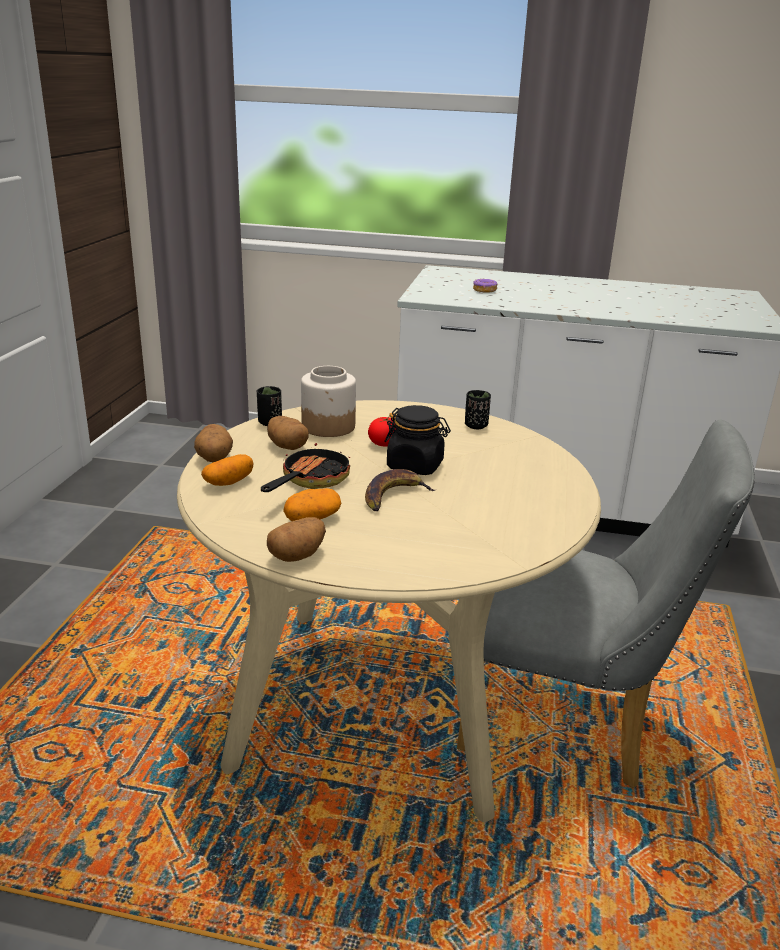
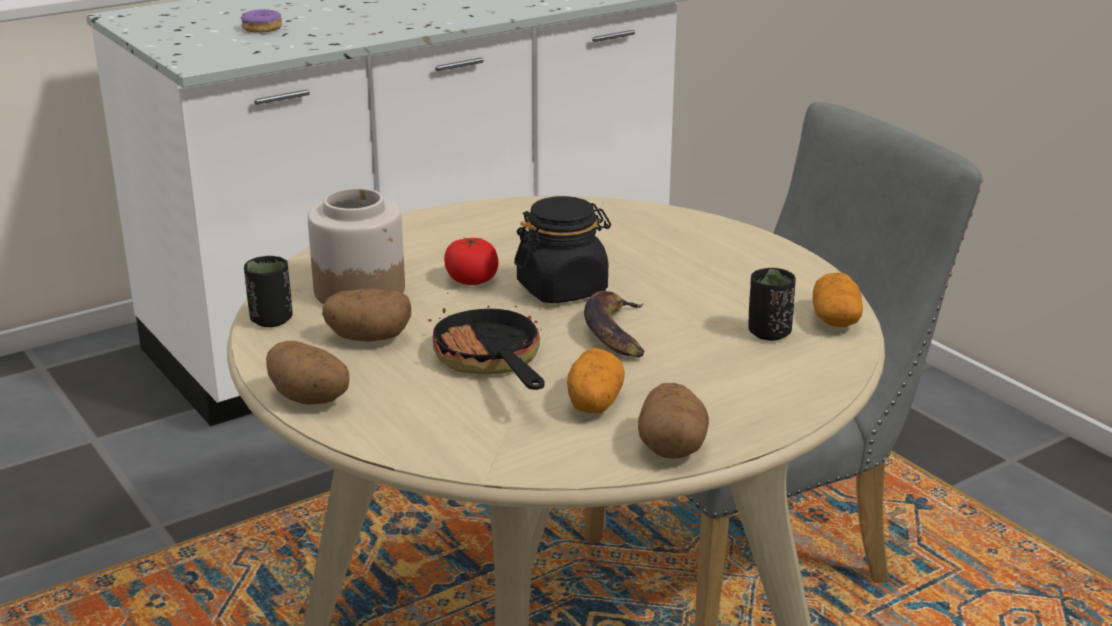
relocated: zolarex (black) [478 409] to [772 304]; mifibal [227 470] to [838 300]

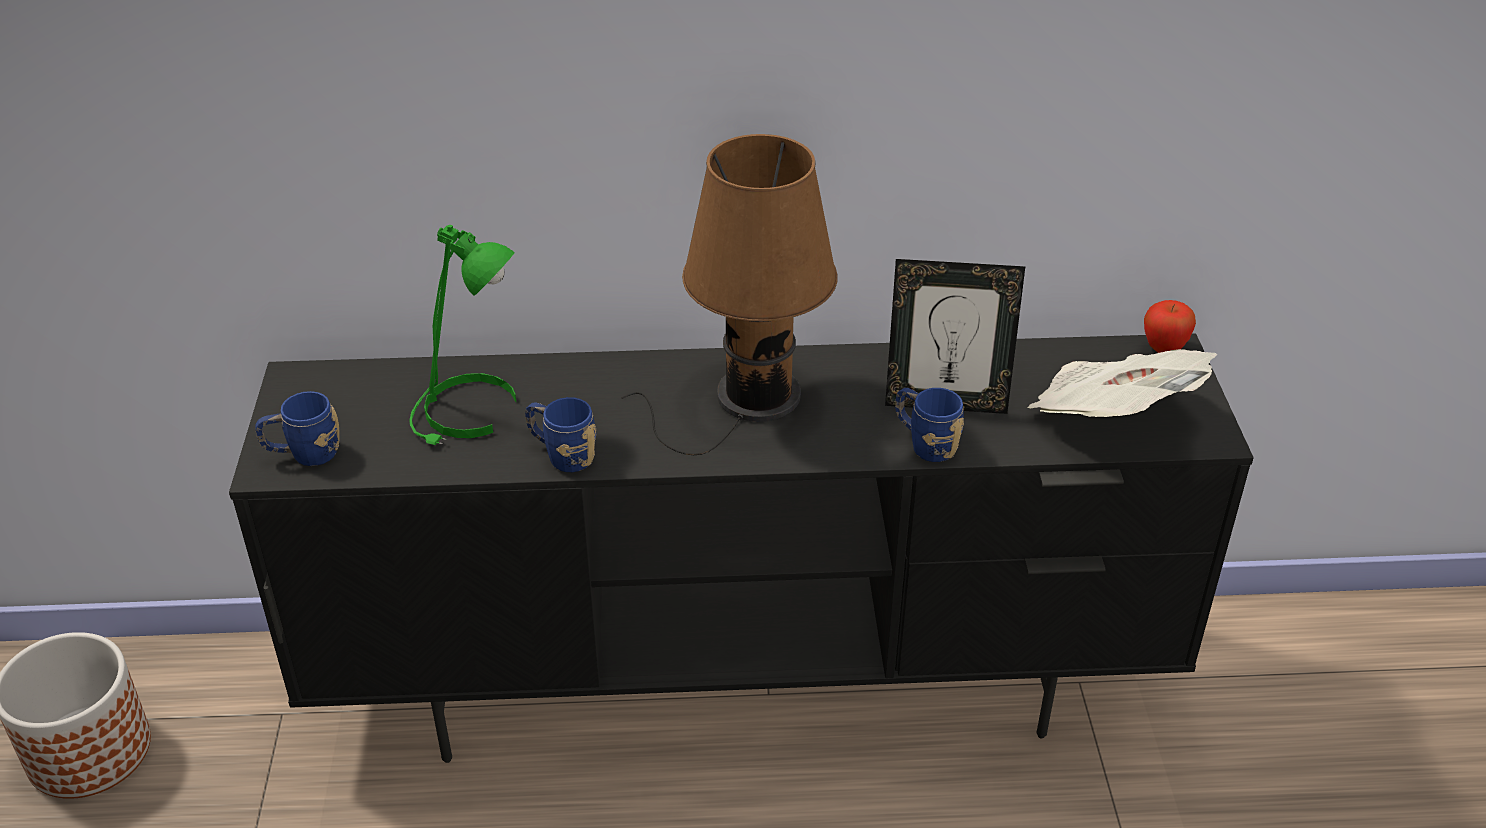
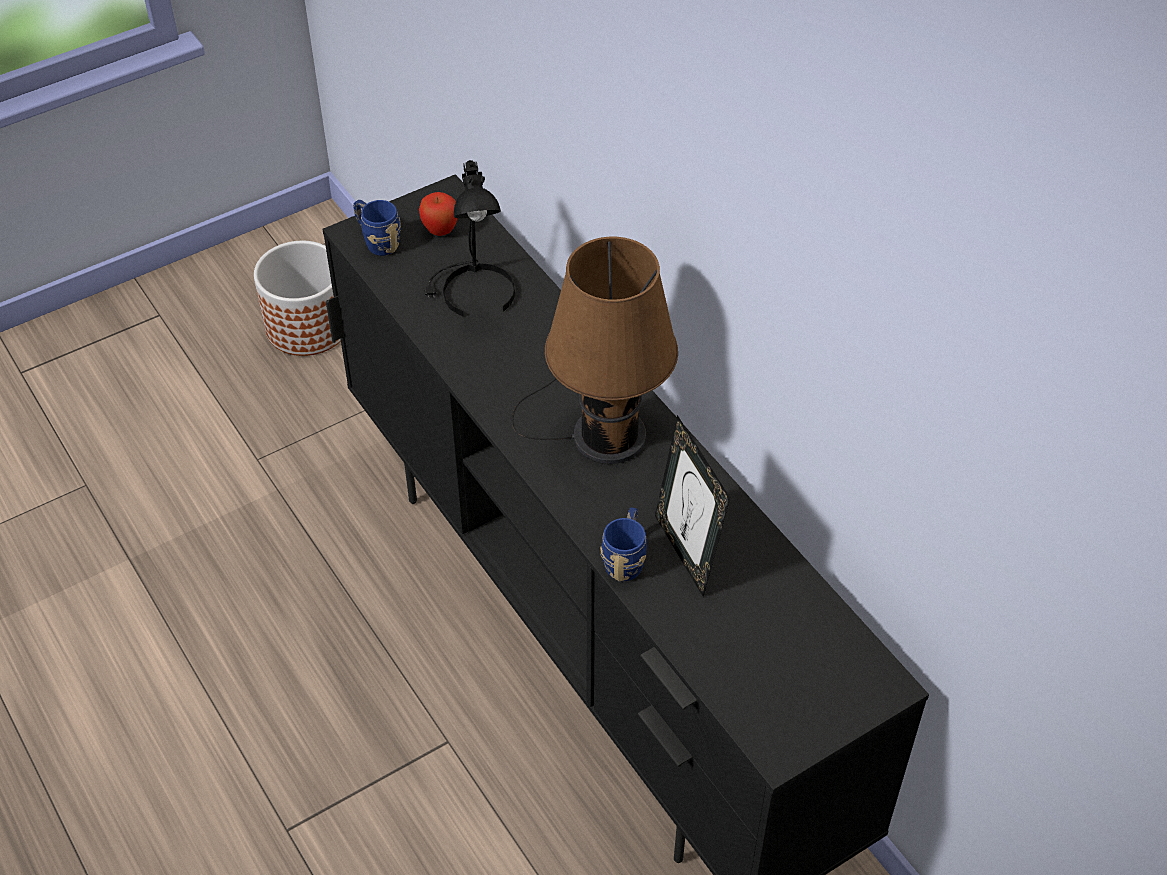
missing: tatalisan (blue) [560 434]; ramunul [1122 383]
relocated: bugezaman [1170 326] to [438 214]
colour: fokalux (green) [462 335] to fokalux (black) [469 238]

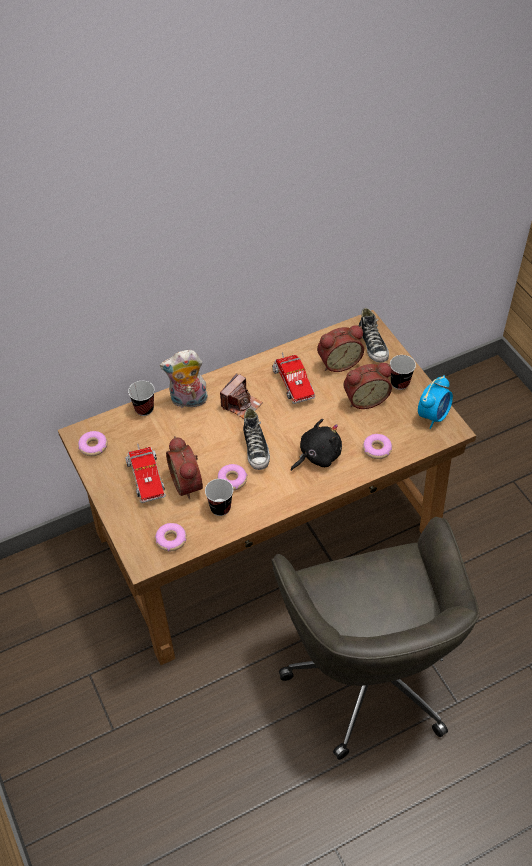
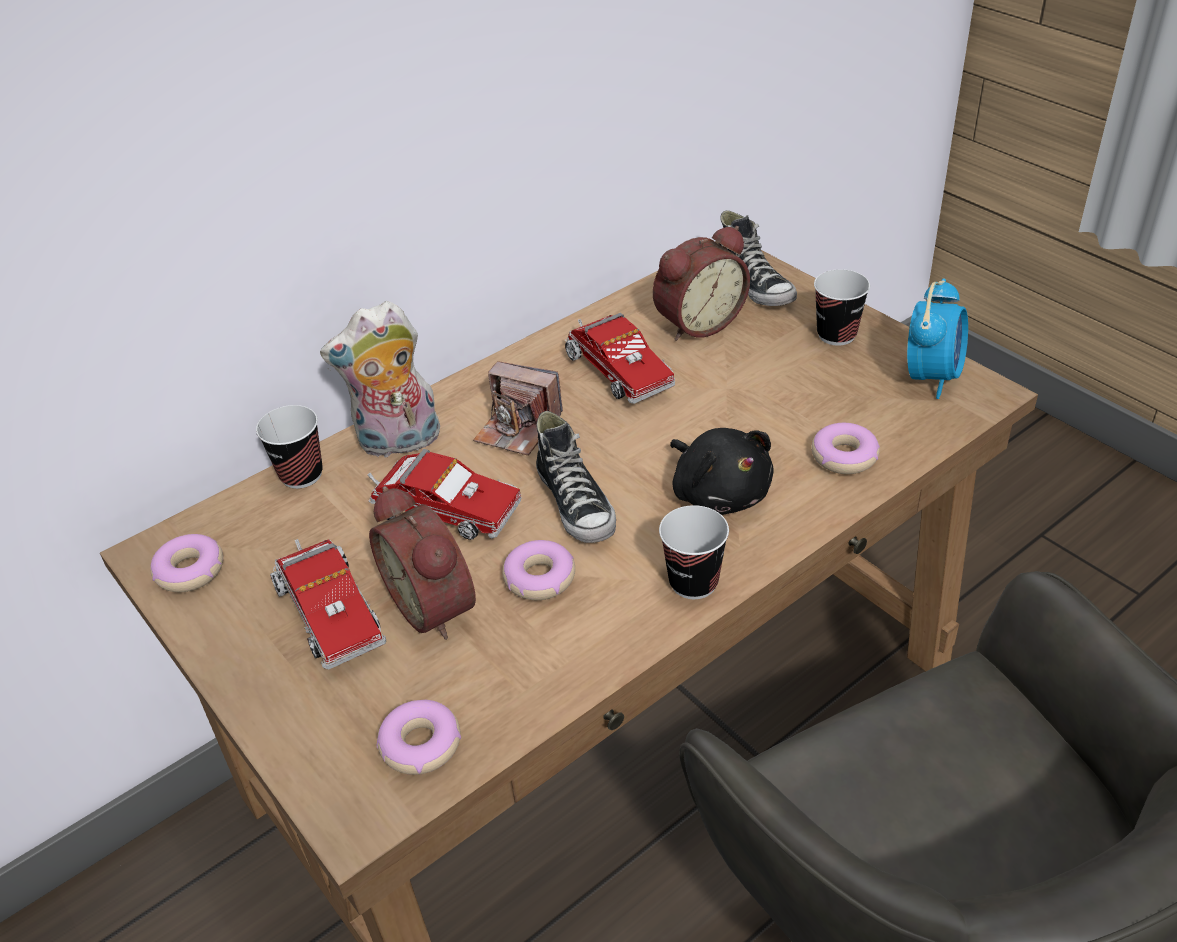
missing: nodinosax [367 386]
appeared: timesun [444 494]
relocated: zolarex [219 497] to [694 552]
spun: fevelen [241 396] = [518 408] 90 degrees clockwise; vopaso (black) [316 445] = [722 471] 105 degrees clockwise

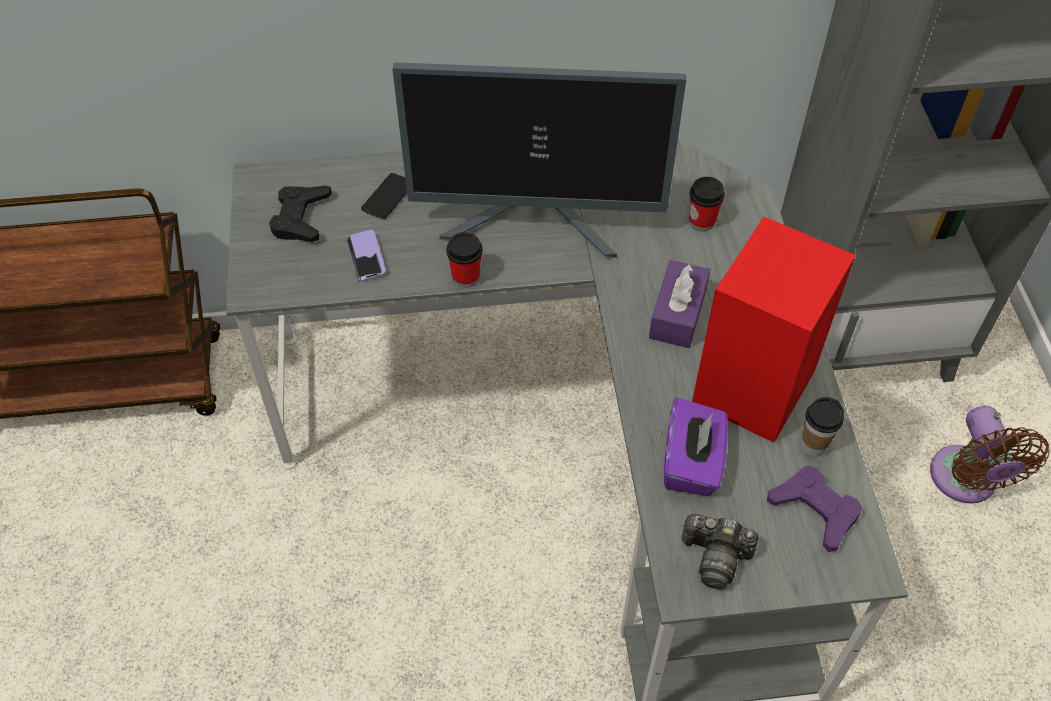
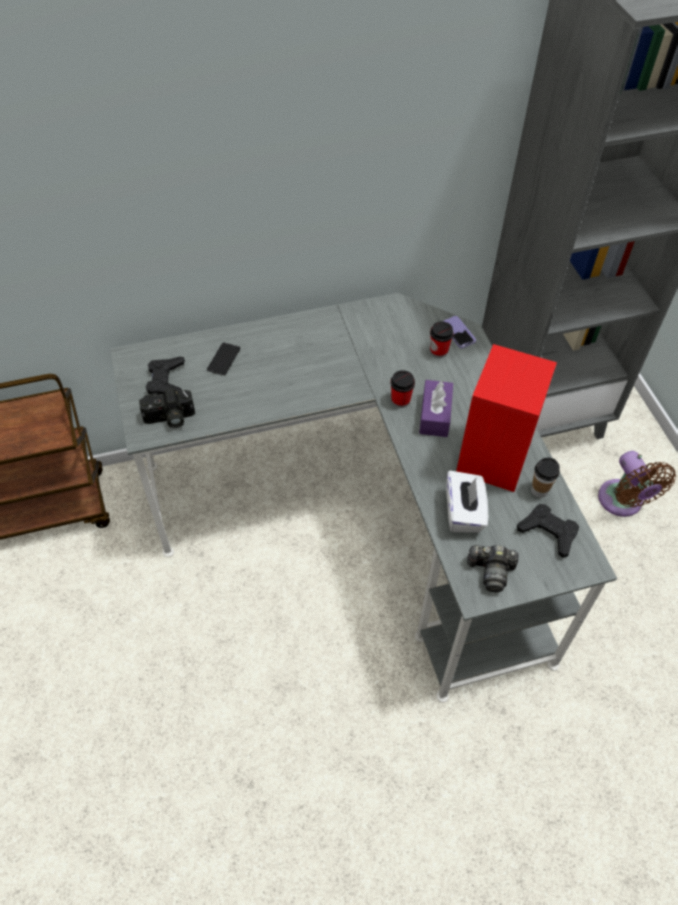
missing: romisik [539 159]
appeared: fevelen [167 408]
relocated: zolarex [464 260] to [402 389]; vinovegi [366 256] to [459 332]
colour: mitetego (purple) [696 447] to mitetego (white) [467 502]; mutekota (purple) [814 509] to mutekota (black) [548 531]

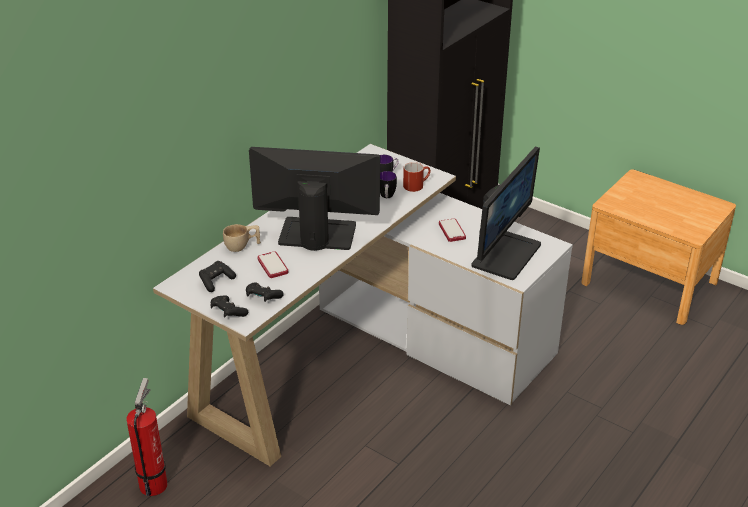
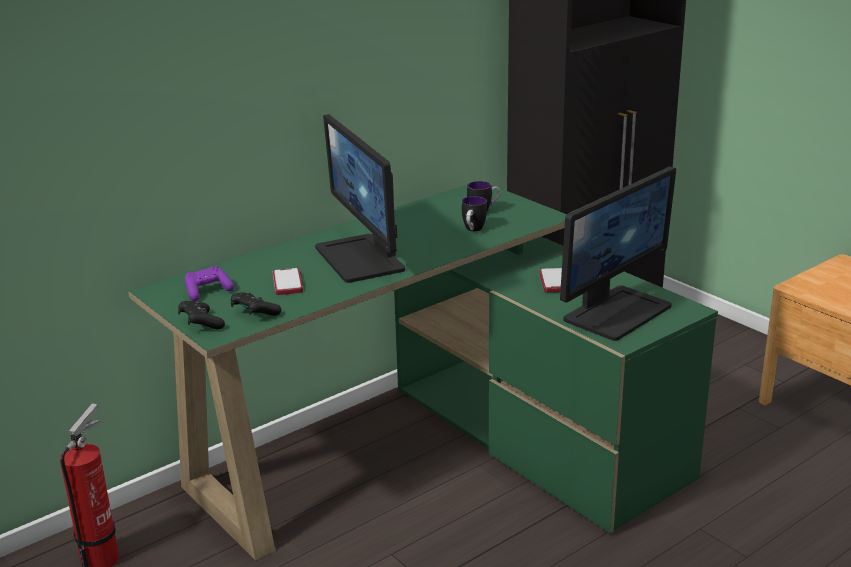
missing: zolarex (beige) [242 238]; tatalisan (red) [417 177]
colour: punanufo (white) [363 305] to punanufo (green) [423 372]; mutekota (black) [217 276] to mutekota (purple) [209 283]
spun: romisik [314 199] = [360 198] 135 degrees counterclockwise

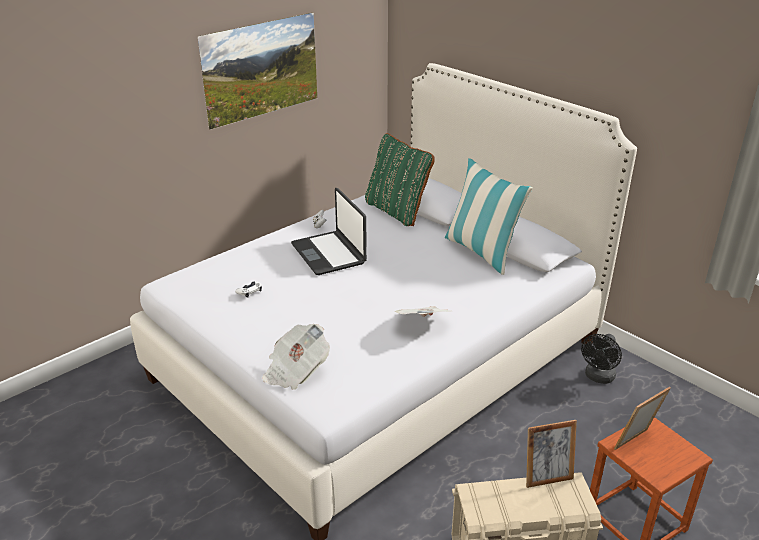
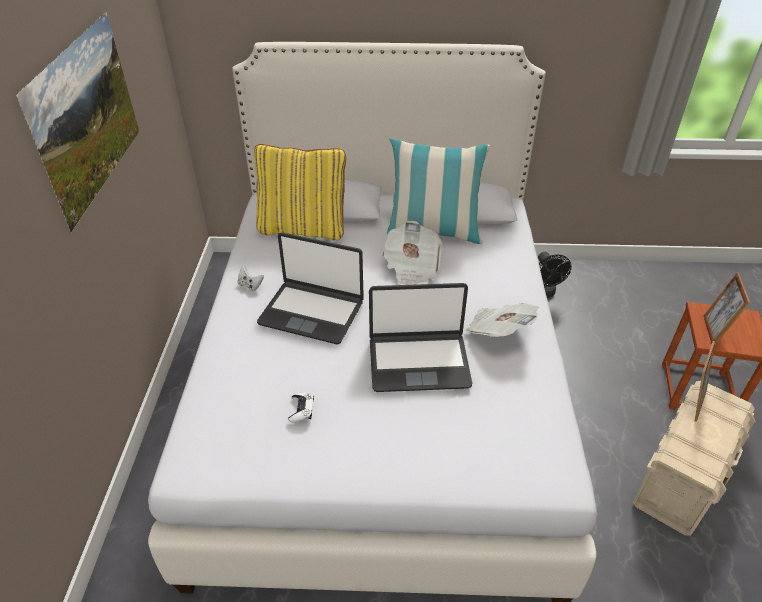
appeared: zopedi [420 337]
relocated: ramunul [296 357] to [412 253]
colour: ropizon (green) [399 179] to ropizon (yellow) [300 192]

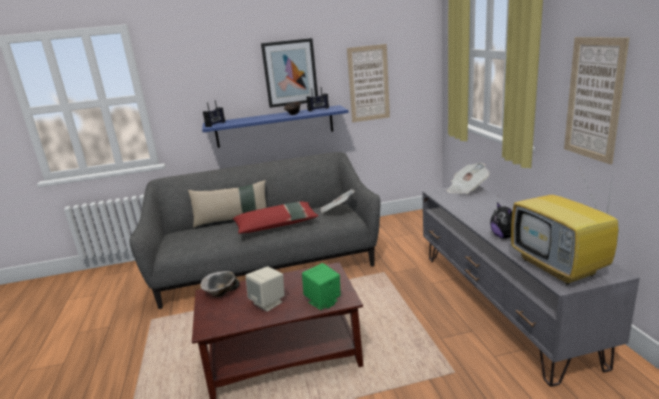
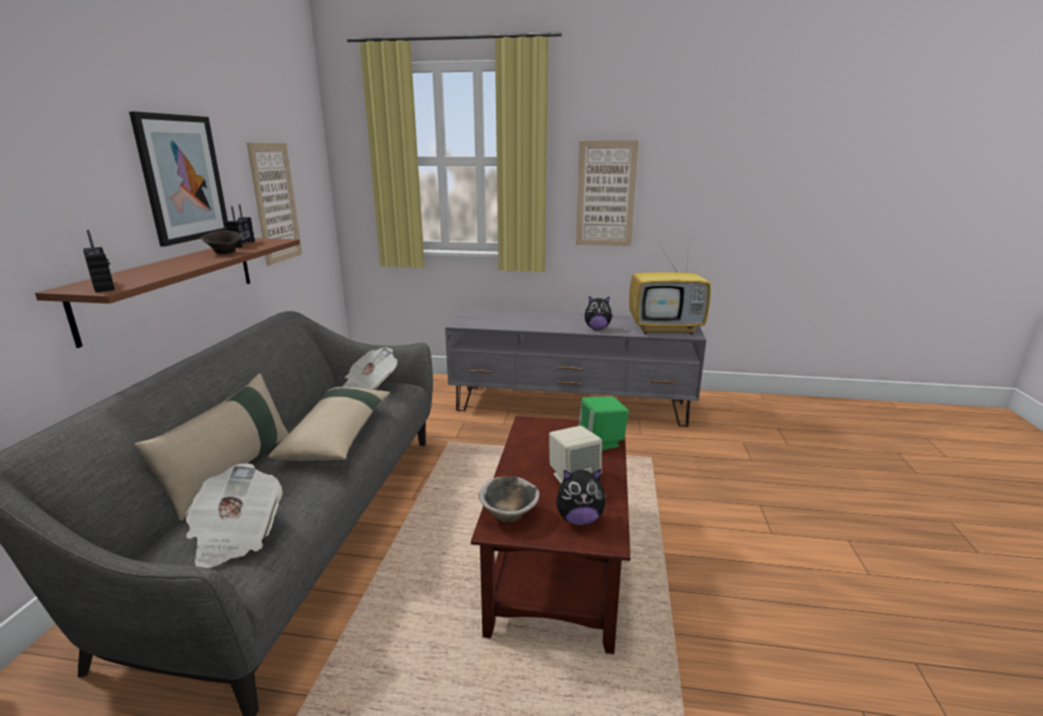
appeared: vopaso [581 497]
relocated: ramunul [468 178] to [234 515]
colour: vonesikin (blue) [275 126] to vonesikin (brown) [167 293]; ropizon (red) [276 218] to ropizon (beige) [329 424]

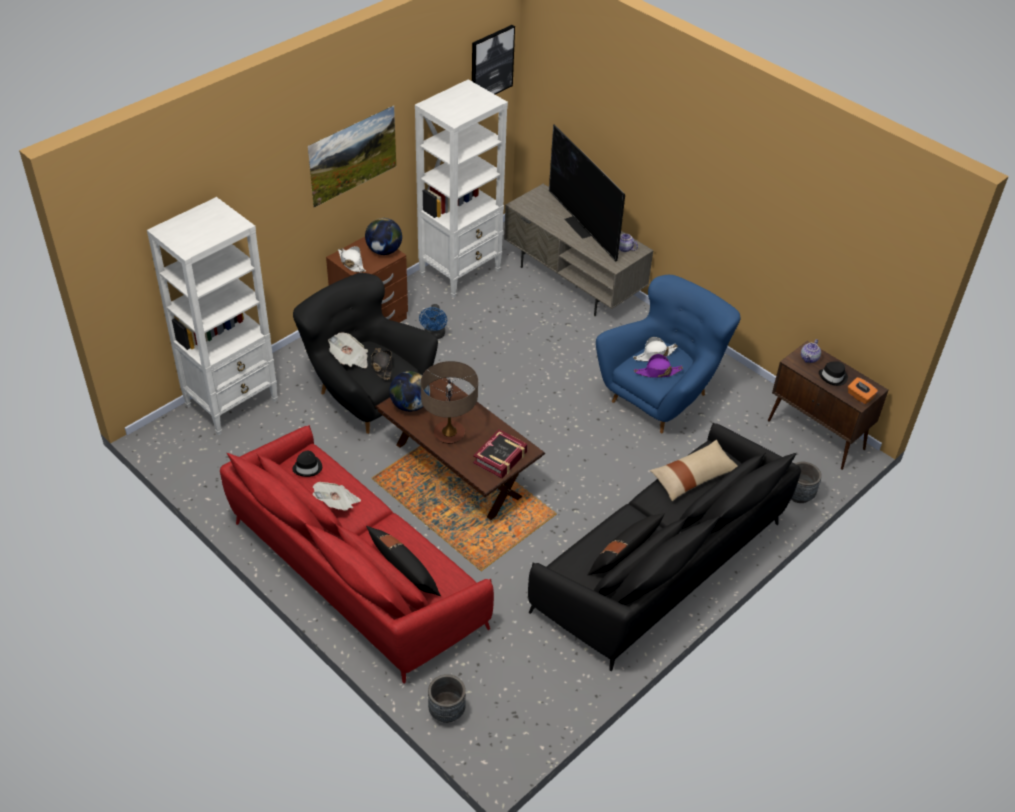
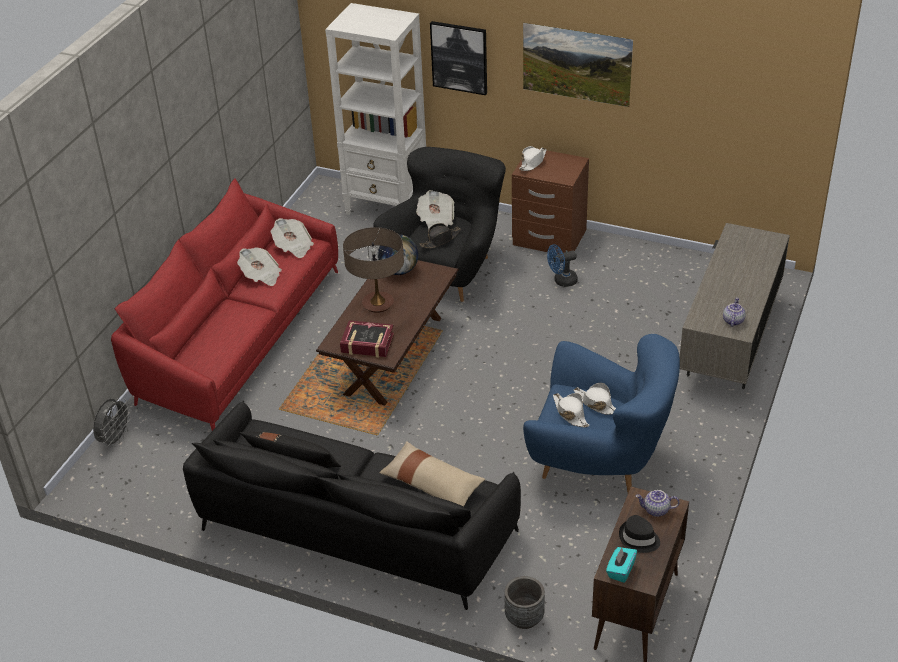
missing: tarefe [383 236]; ropizon (black) [403 561]; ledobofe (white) [461 188]; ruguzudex [587 192]
relocated: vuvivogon [493 59] to [458 58]
exchanged: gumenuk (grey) [447 698] to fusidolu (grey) [112 423]; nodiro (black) [307 464] to ramunul [292 238]
colour: nodiro (purple) [658 366] to nodiro (white) [571 410]; mitetego (orange) [863 391] to mitetego (turquoise) [621 565]

